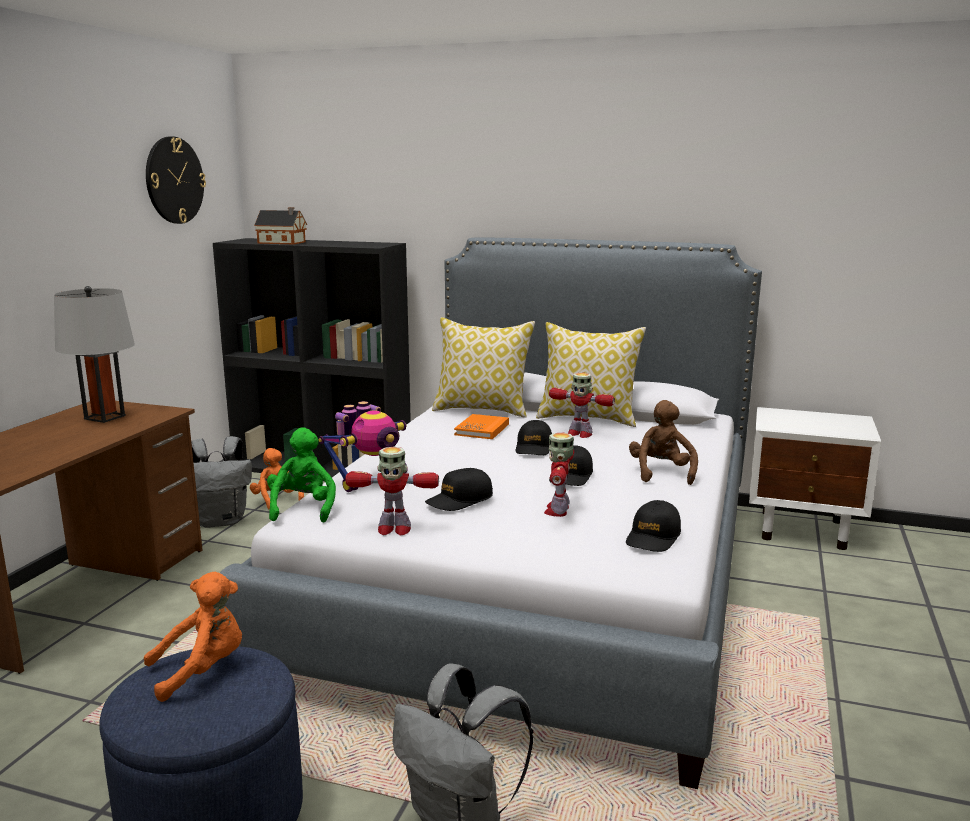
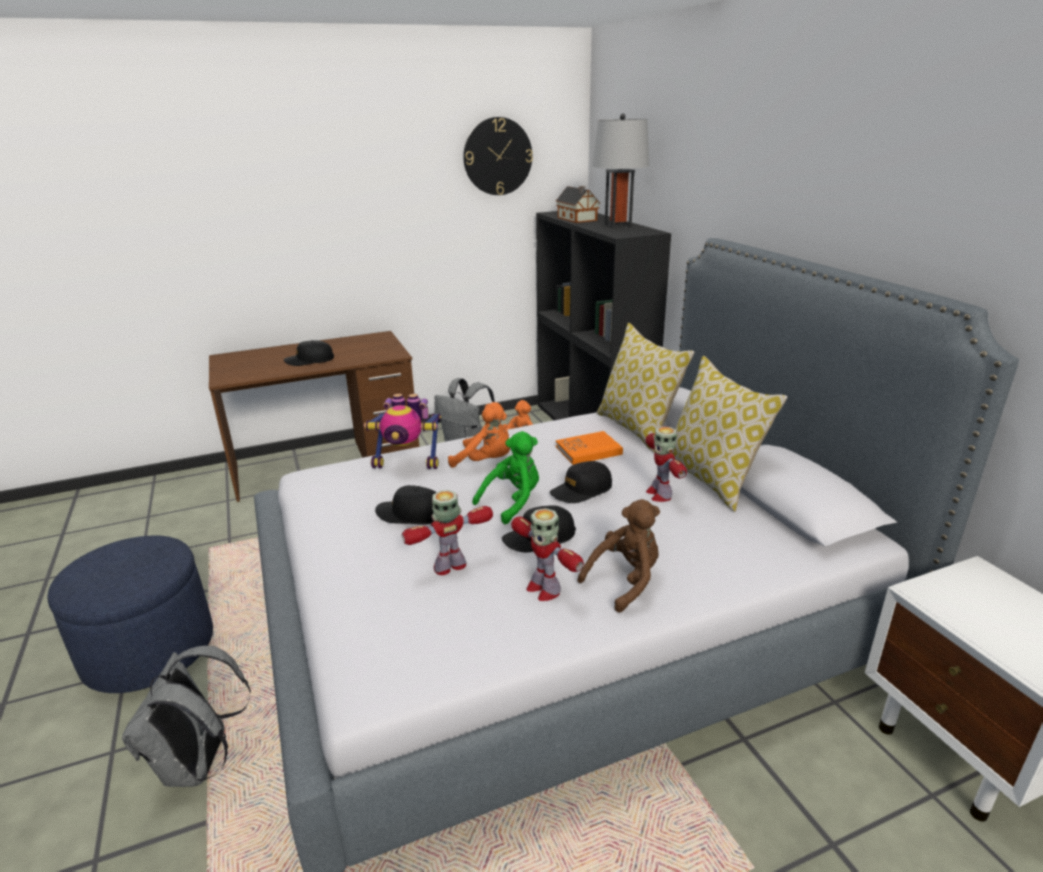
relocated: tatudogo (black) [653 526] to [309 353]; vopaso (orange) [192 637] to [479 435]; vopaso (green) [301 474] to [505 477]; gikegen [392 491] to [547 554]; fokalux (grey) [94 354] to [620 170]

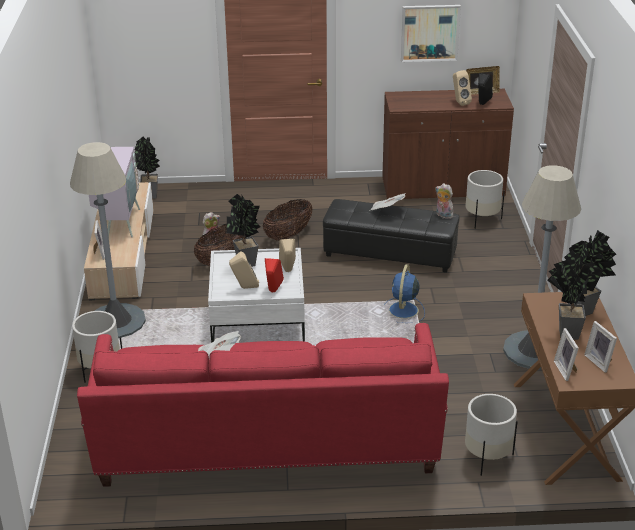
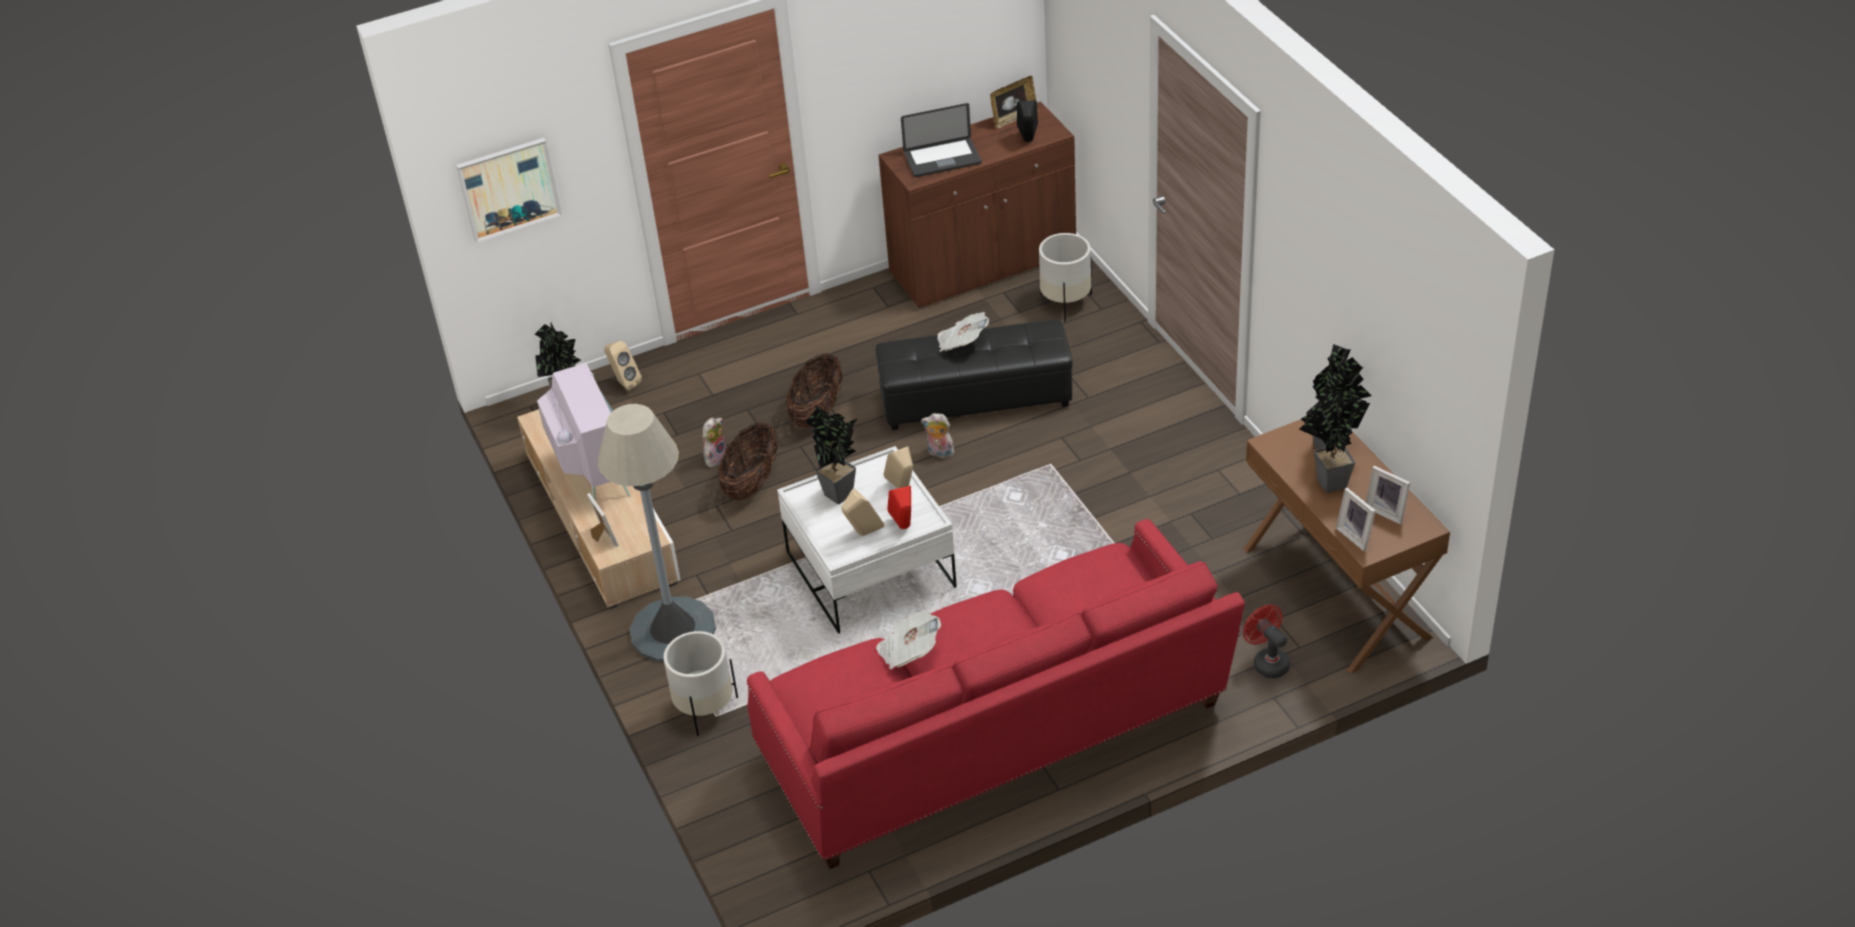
missing: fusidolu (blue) [405 293]; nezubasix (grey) [542 267]
appeared: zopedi [941 140]
relocated: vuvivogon [431 33] to [509 190]; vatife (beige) [462 88] to [623 366]; vopaso [444 201] to [937 435]
exchanged: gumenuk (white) [491 435] to fusidolu (red) [1266 641]

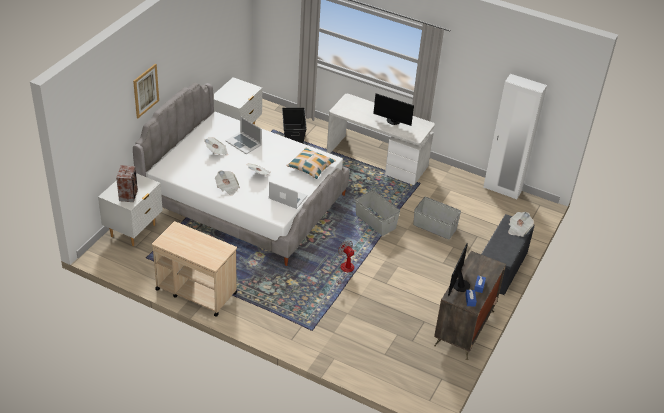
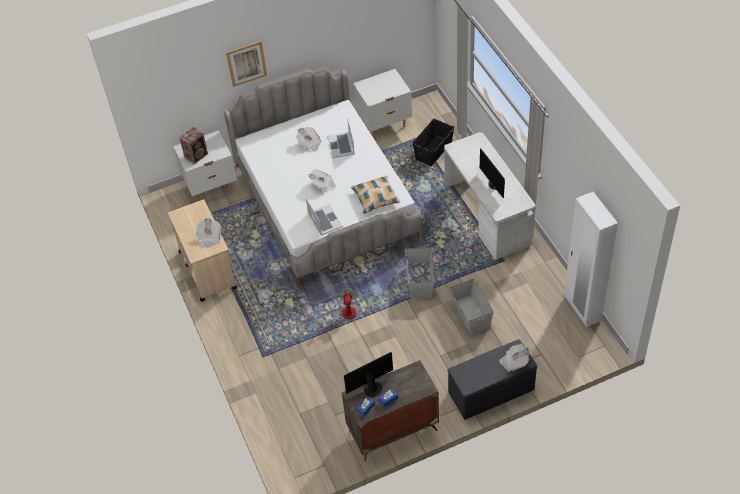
relocated: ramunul [227 183] to [208 233]

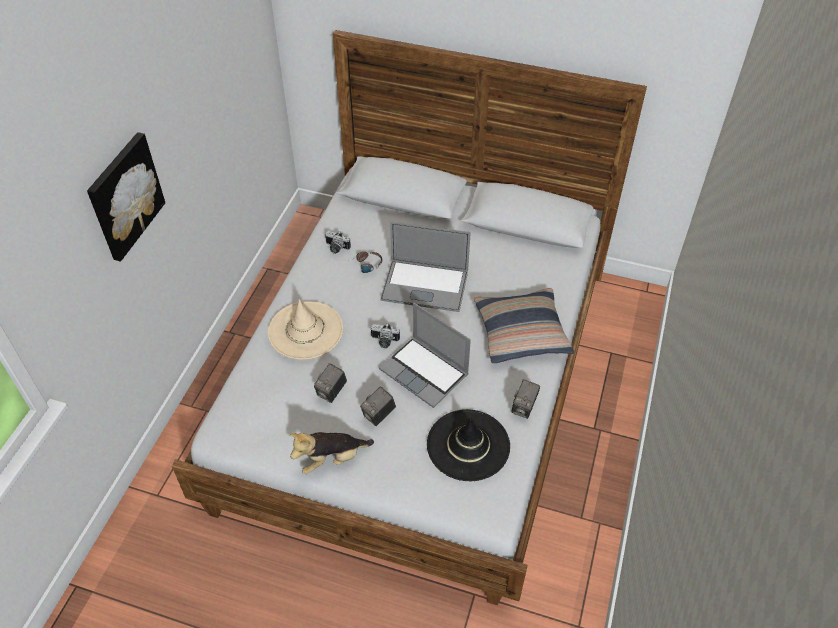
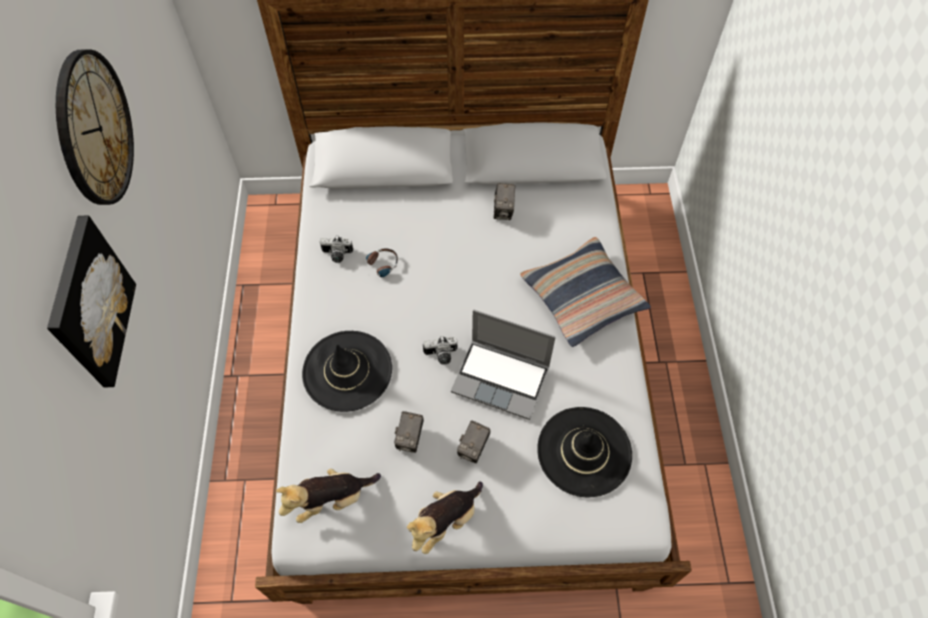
missing: zopedi [425 267]
appeared: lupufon [95 127]; vopaso [328 495]
relocated: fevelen [525 399] to [505 201]
colour: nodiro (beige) [305 329] to nodiro (black) [347 371]

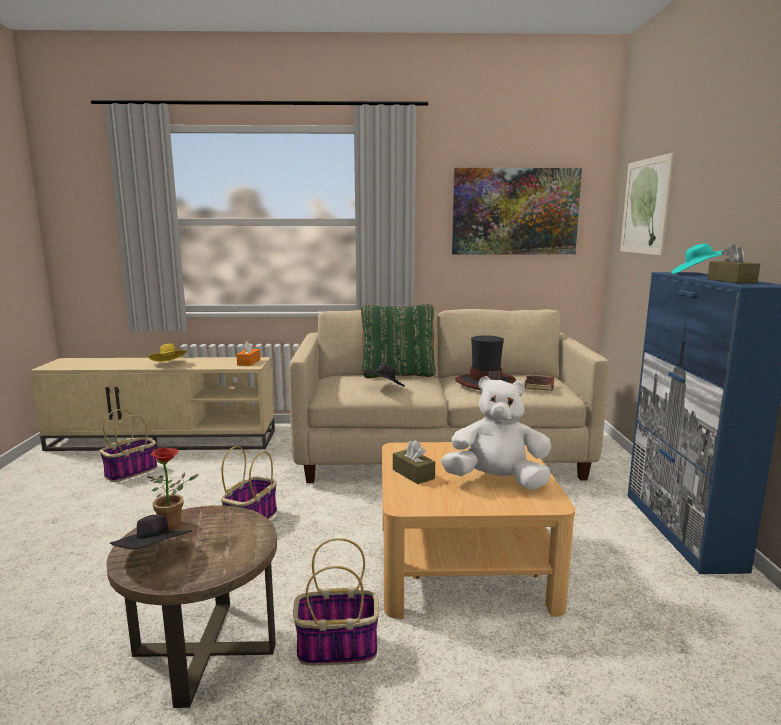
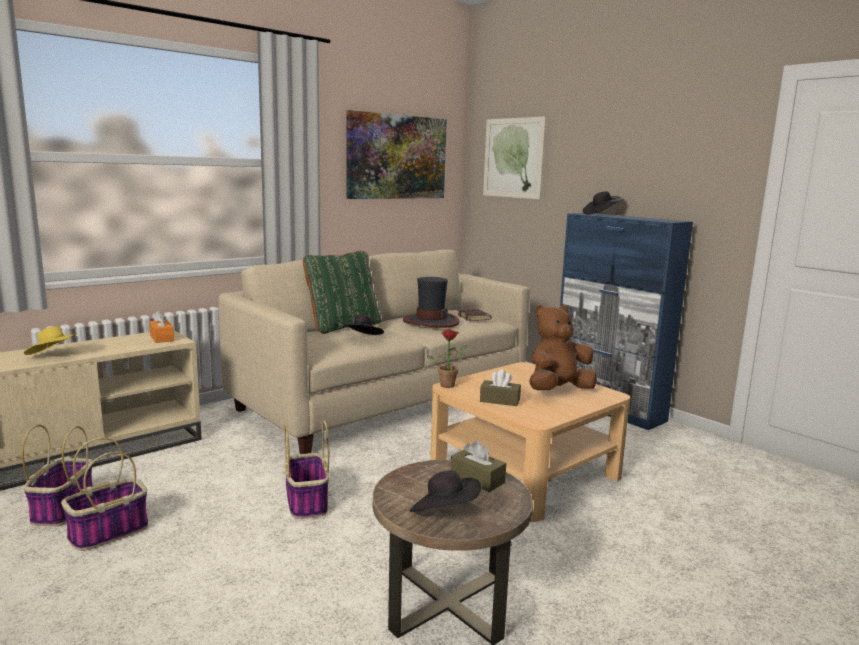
relocated: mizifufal [336 601] to [104 494]; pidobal [173 488] to [447 359]; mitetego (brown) [733 263] to [478 466]
colour: vopaso (white) [496 433] to vopaso (brown) [563 347]; nodiro (turquoise) [697 259] to nodiro (black) [602 202]

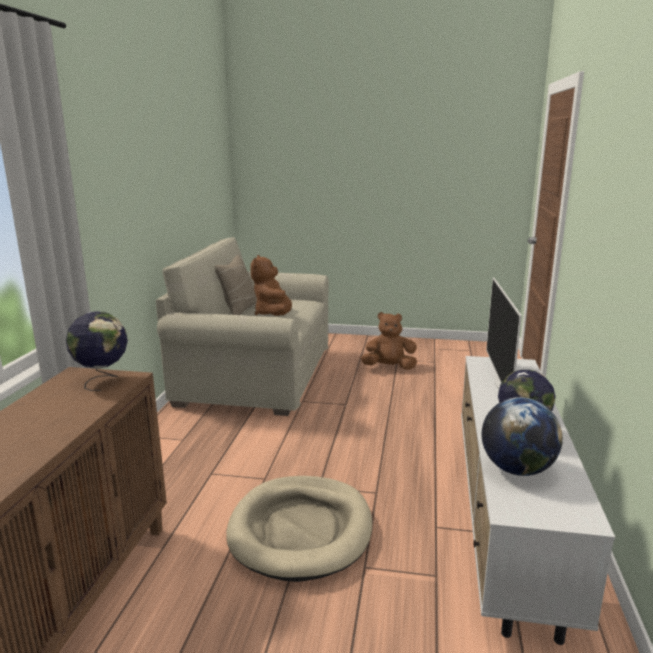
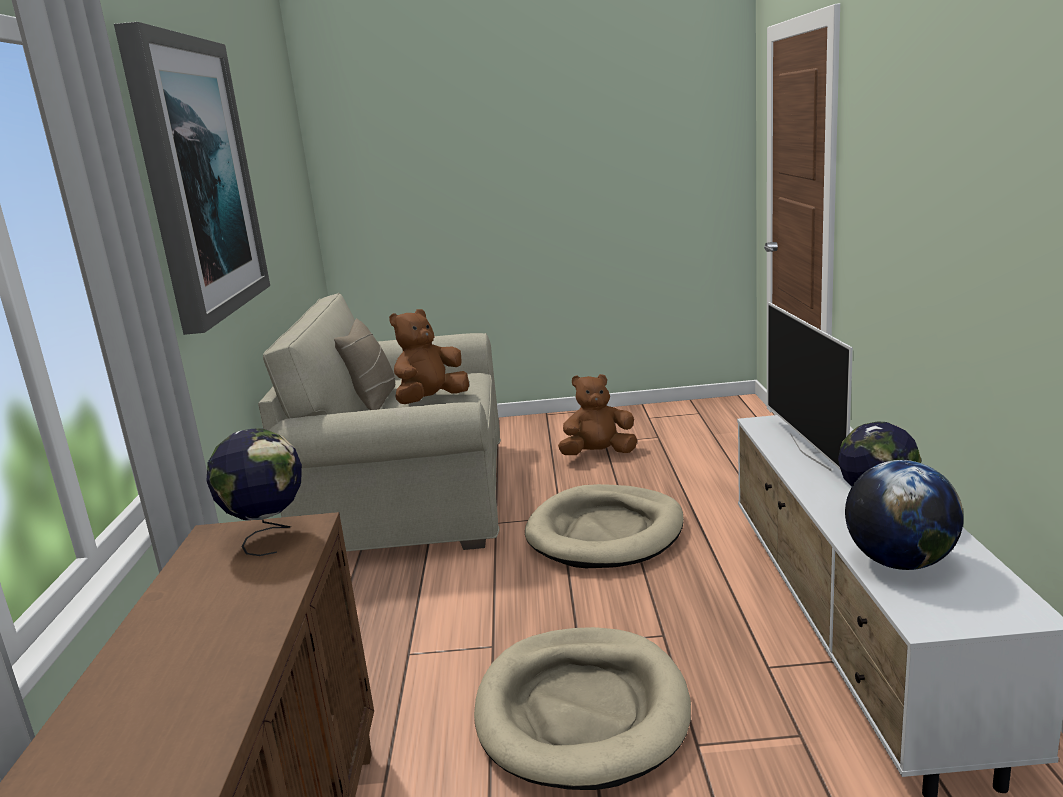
appeared: vuvivogon [192 178]; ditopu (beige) [604 526]
spun: vopaso (brown) [271 285] = [429 356] 60 degrees clockwise

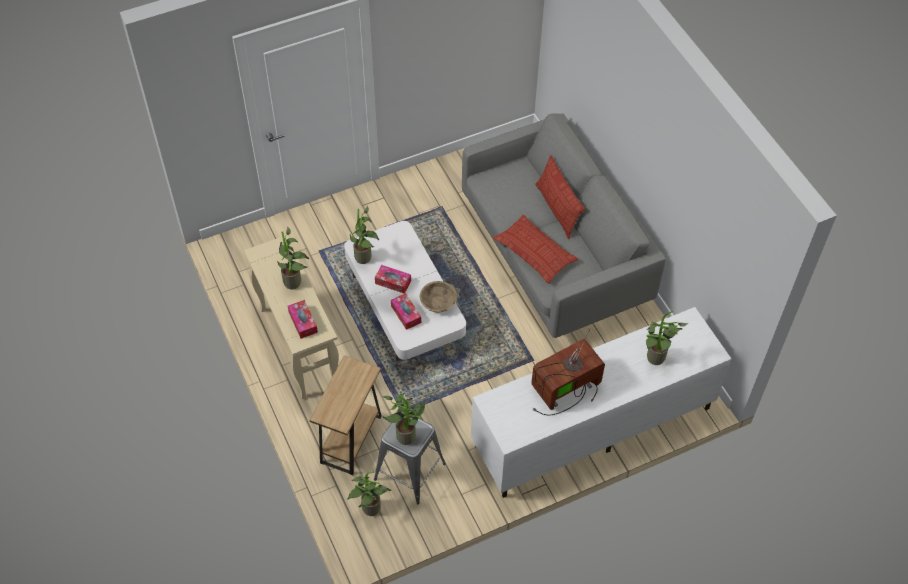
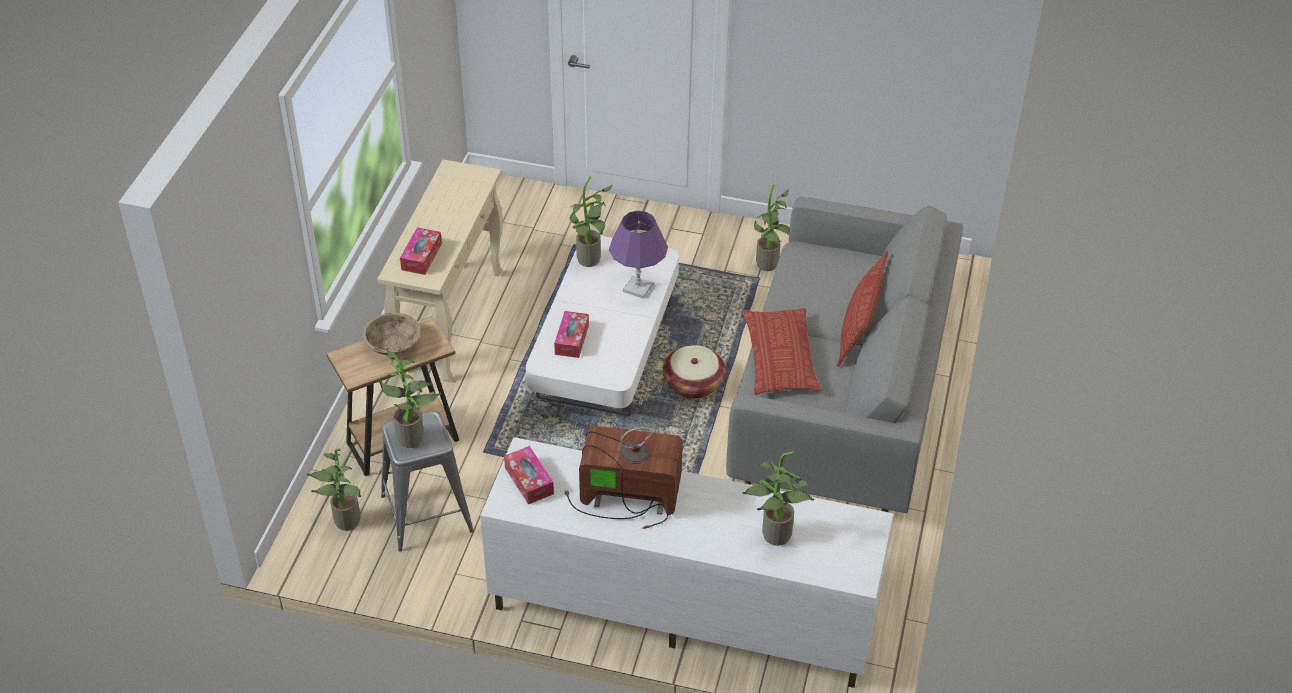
appeared: fokalux (purple) [638 255]; mizifufal [694 372]
relocated: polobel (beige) [438 297] to [392 333]; mitetego [393 279] to [529 475]; pidobal [293 258] to [772 228]

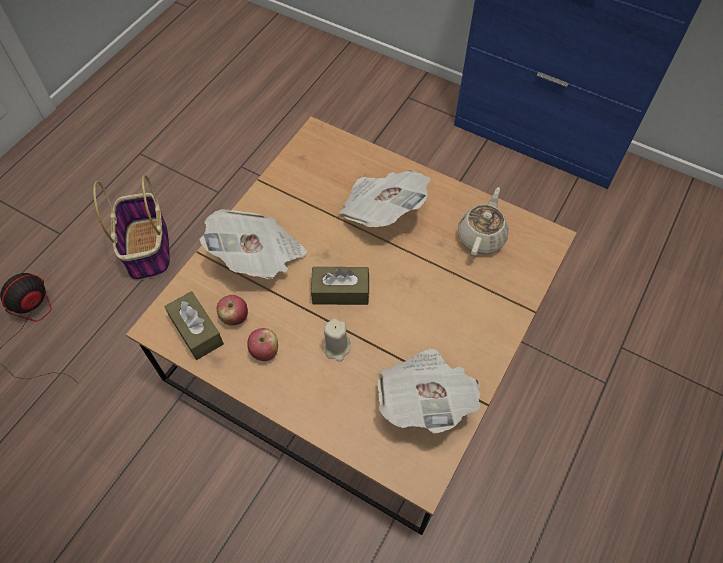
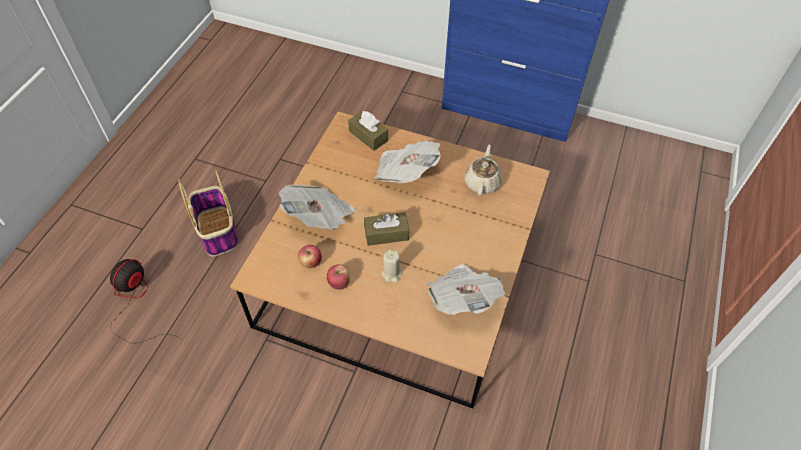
relocated: mitetego (brown) [194 325] to [368 130]

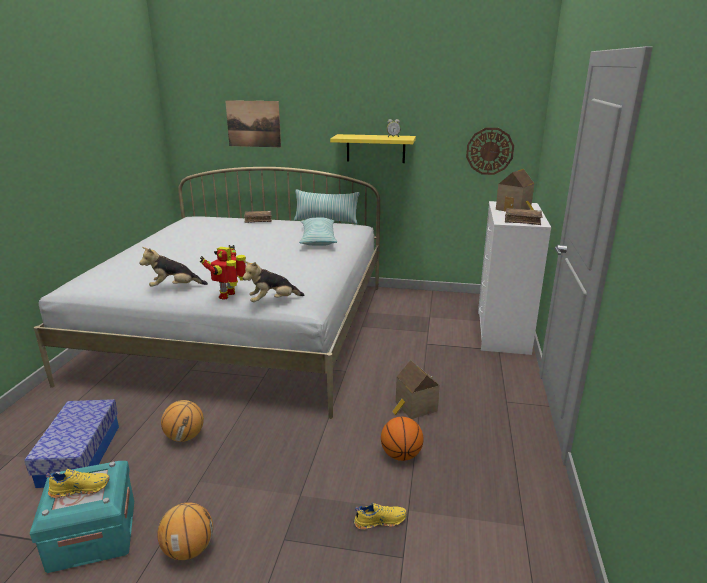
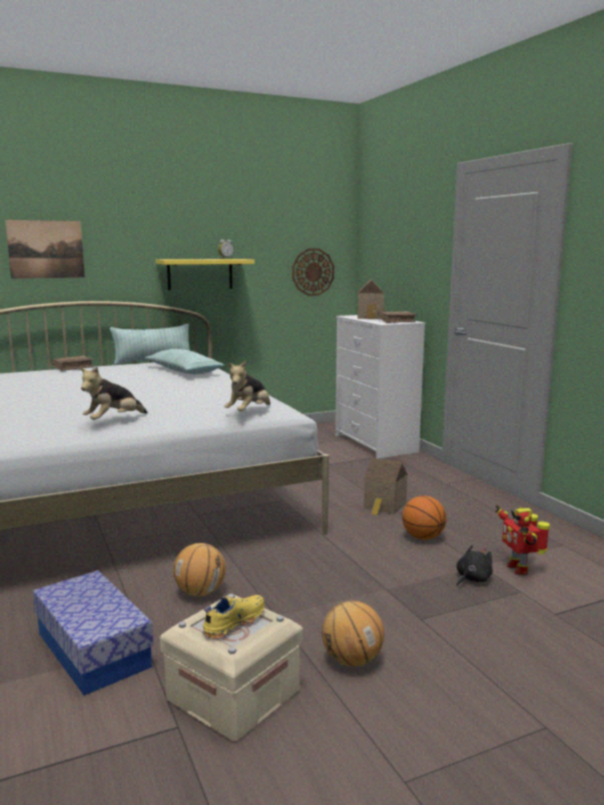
relocated: gikegen [223 272] to [522 540]
exchanged: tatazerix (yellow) [380 516] to vopaso (black) [474 565]
colour: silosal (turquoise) [82 517] to silosal (beige) [231 667]

